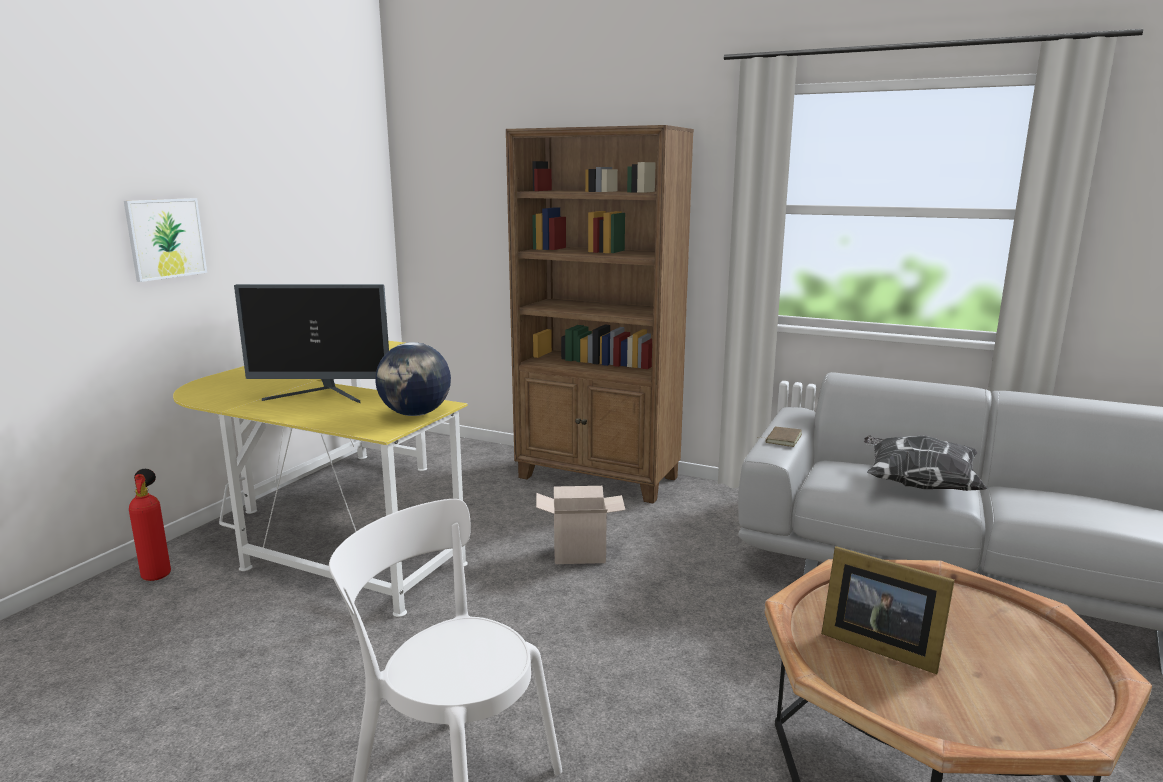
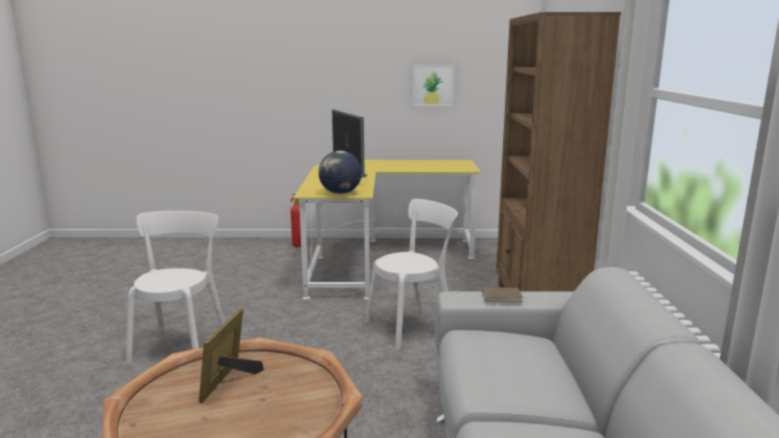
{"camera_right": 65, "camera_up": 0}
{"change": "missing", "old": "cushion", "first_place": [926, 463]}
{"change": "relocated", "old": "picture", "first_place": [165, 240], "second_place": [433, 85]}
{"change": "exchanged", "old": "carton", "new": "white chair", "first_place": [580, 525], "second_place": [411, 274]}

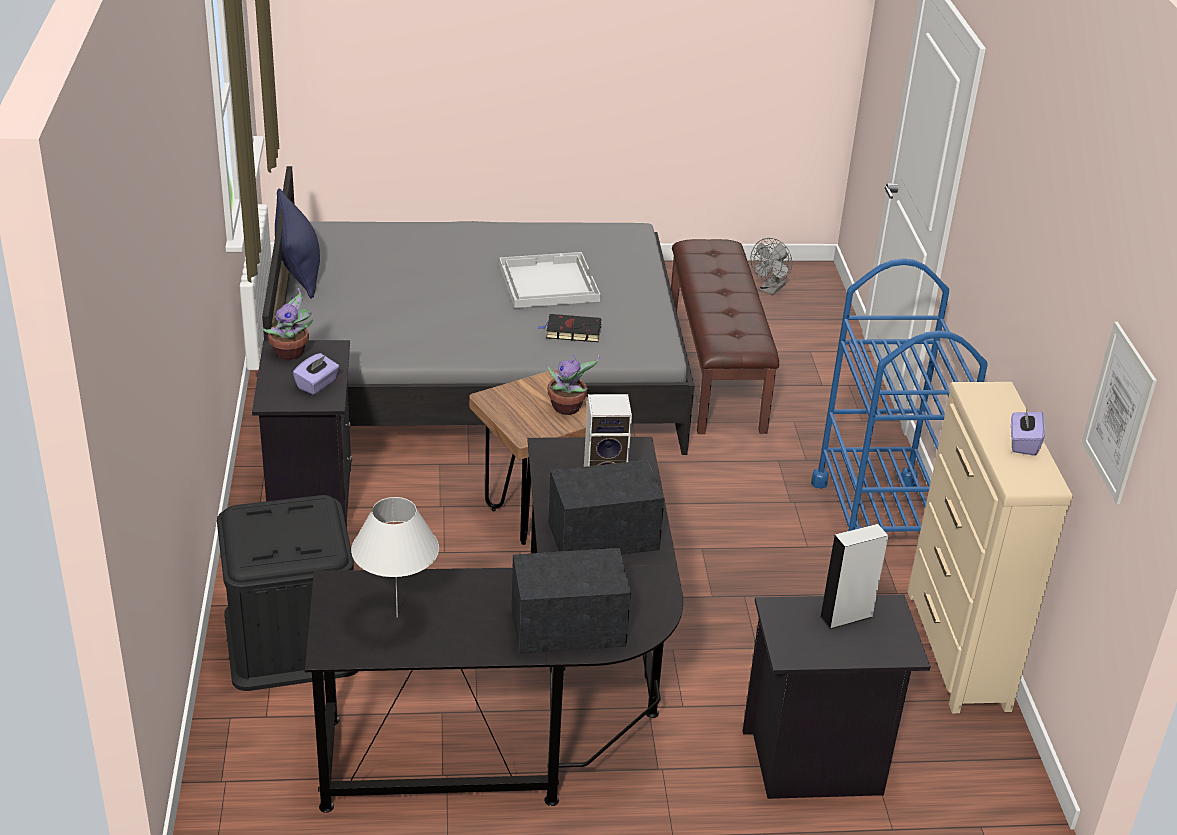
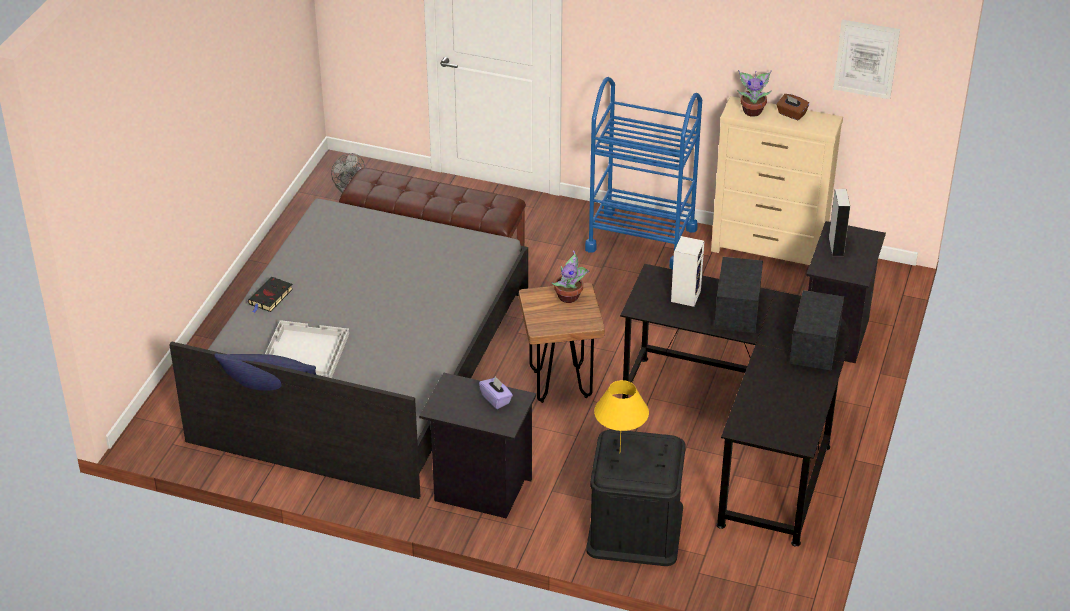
{"camera_right": -65, "camera_up": 5}
{"change": "missing", "old": "white table lamp", "first_place": [395, 557]}
{"change": "appeared", "new": "yellow-coloured table lamp", "second_place": [621, 414]}
{"change": "relocated", "old": "potted plant", "first_place": [287, 324], "second_place": [754, 93]}
{"change": "relocated", "old": "white serving tray", "first_place": [549, 280], "second_place": [307, 349]}
{"change": "relocated", "old": "black book", "first_place": [569, 328], "second_place": [270, 295]}
{"change": "colour", "old": "purple tissue box", "new": "brown tissue box", "first_place": [1028, 431], "second_place": [793, 107]}

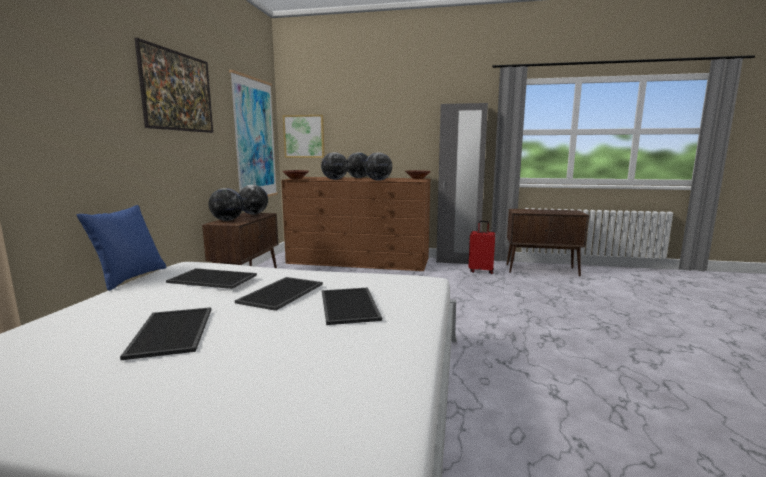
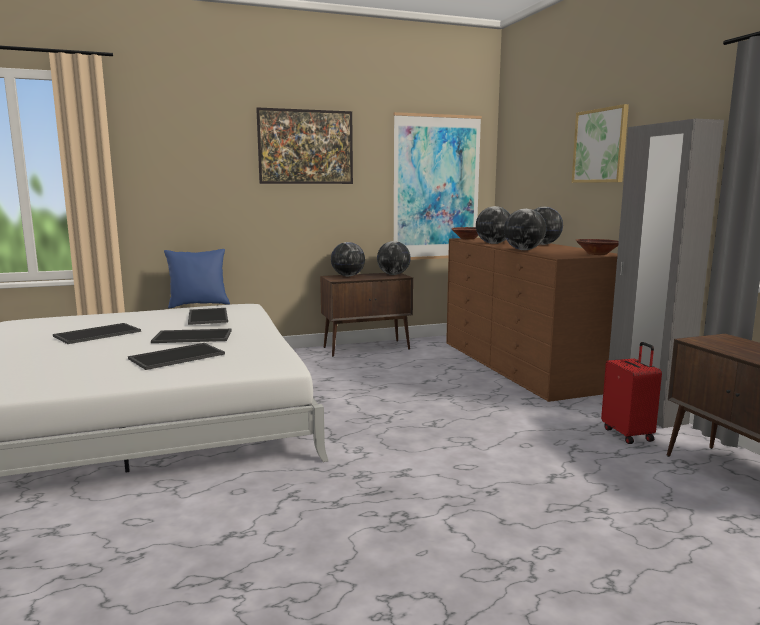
{"camera_right": 60, "camera_up": 0}
{"change": "relocated", "old": "picture", "first_place": [304, 136], "second_place": [600, 143]}

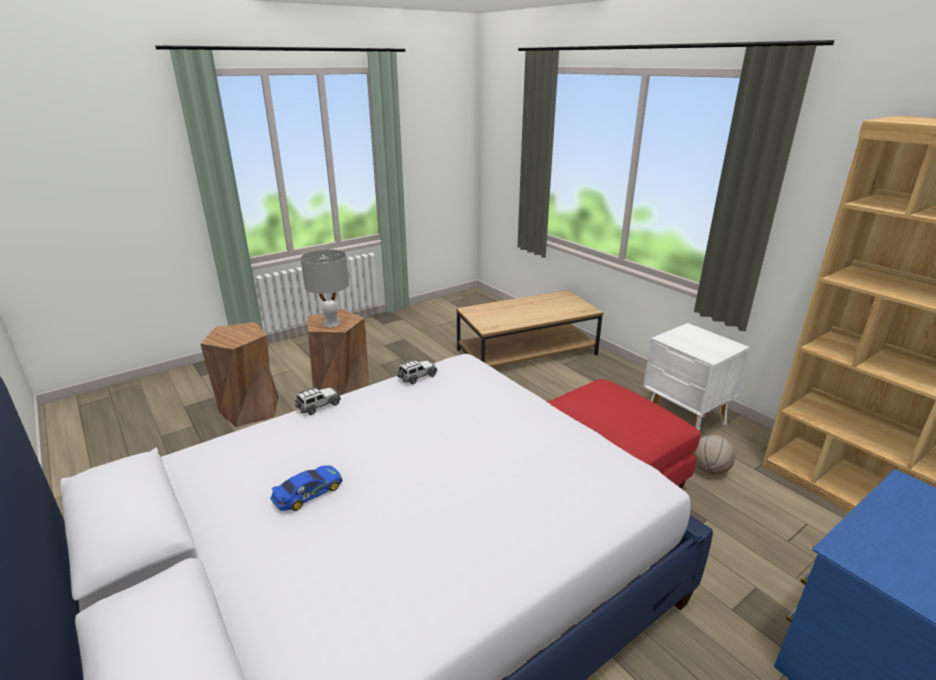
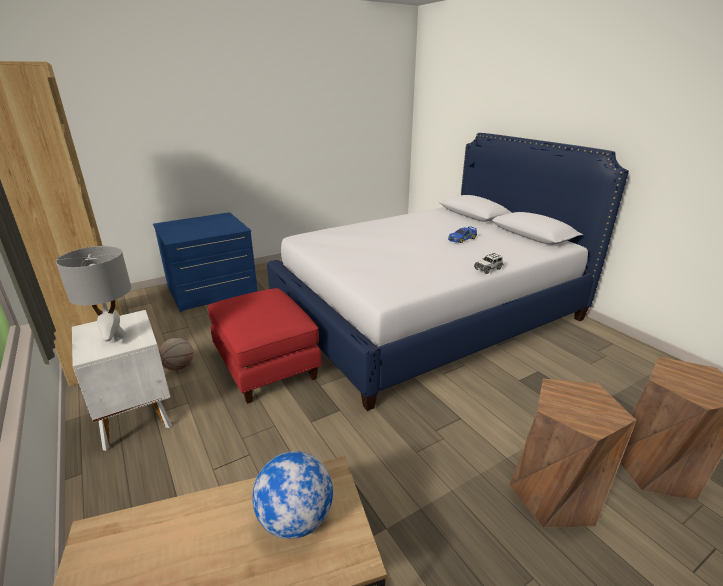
{"camera_right": -175, "camera_up": 0}
{"change": "missing", "old": "toy car", "first_place": [417, 371]}
{"change": "appeared", "new": "desk globe", "second_place": [292, 495]}
{"change": "relocated", "old": "grey table lamp", "first_place": [324, 288], "second_place": [93, 294]}

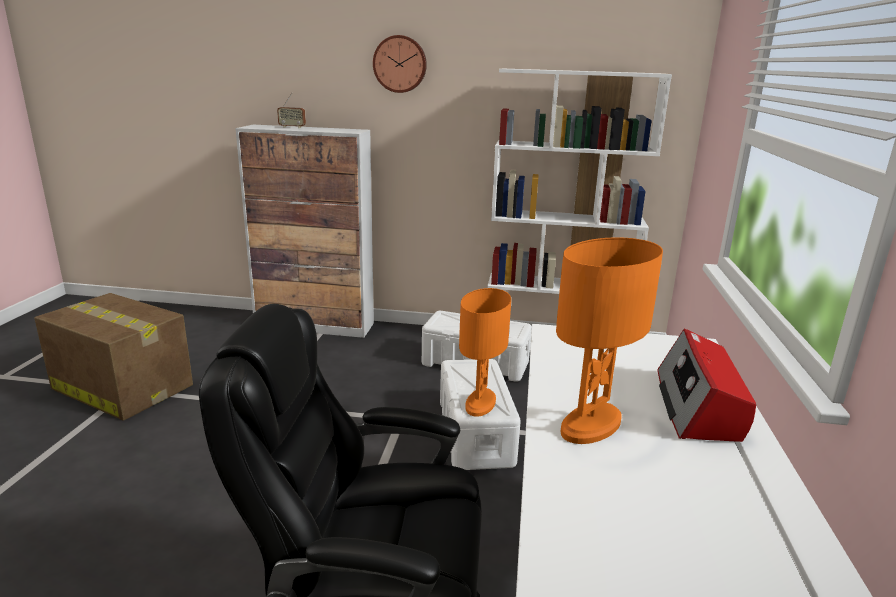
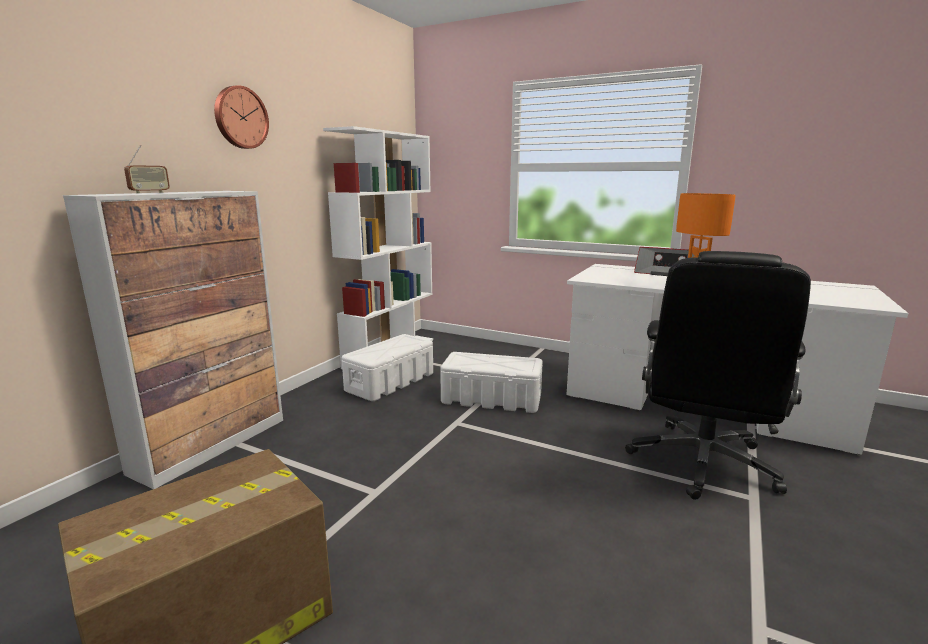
{"camera_right": -70, "camera_up": -5}
{"change": "missing", "old": "orange table lamp", "first_place": [485, 352]}

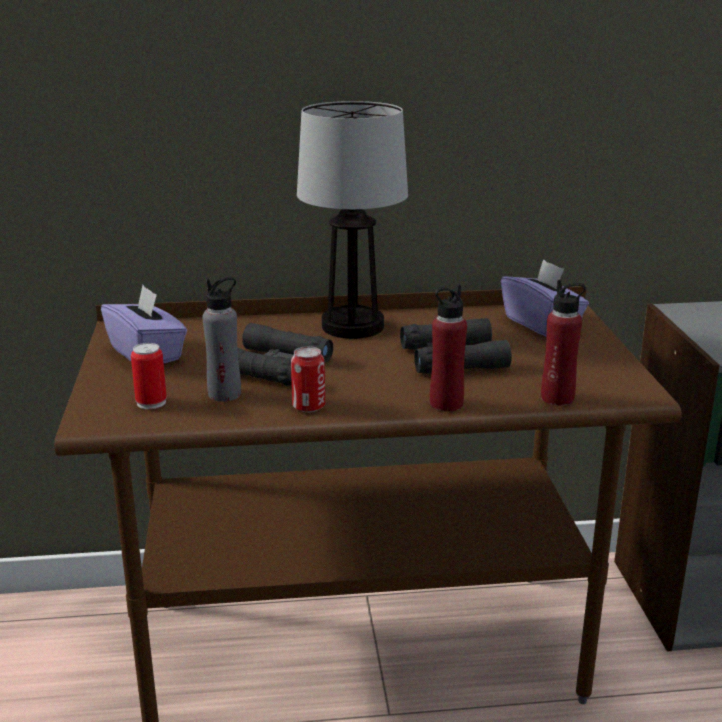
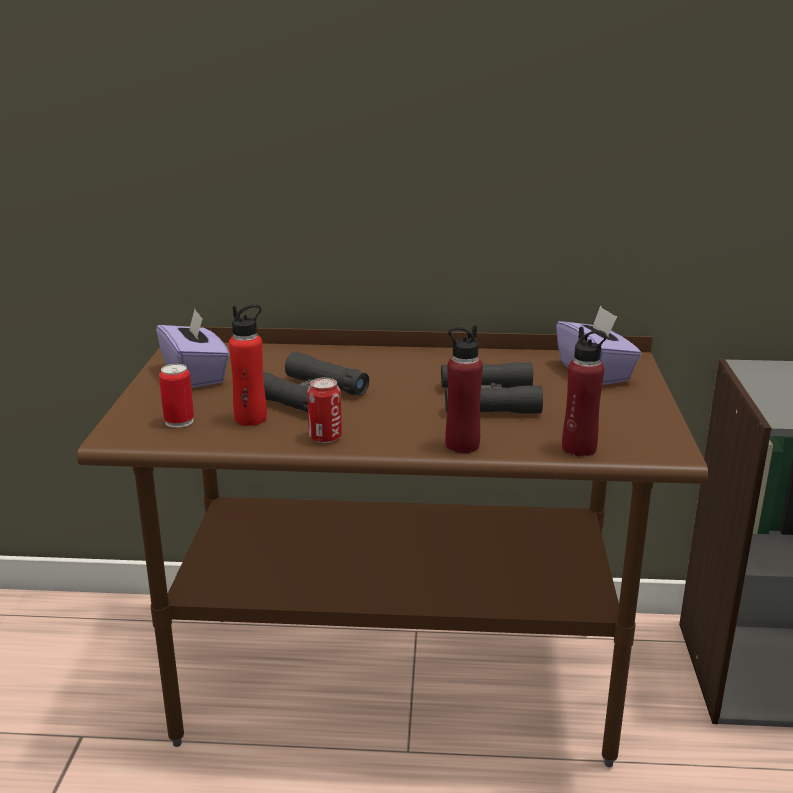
{"camera_right": 10, "camera_up": 0}
{"change": "missing", "old": "table lamp", "first_place": [352, 220]}
{"change": "colour", "old": "grey drink bottle", "new": "red drink bottle", "first_place": [222, 339], "second_place": [248, 365]}

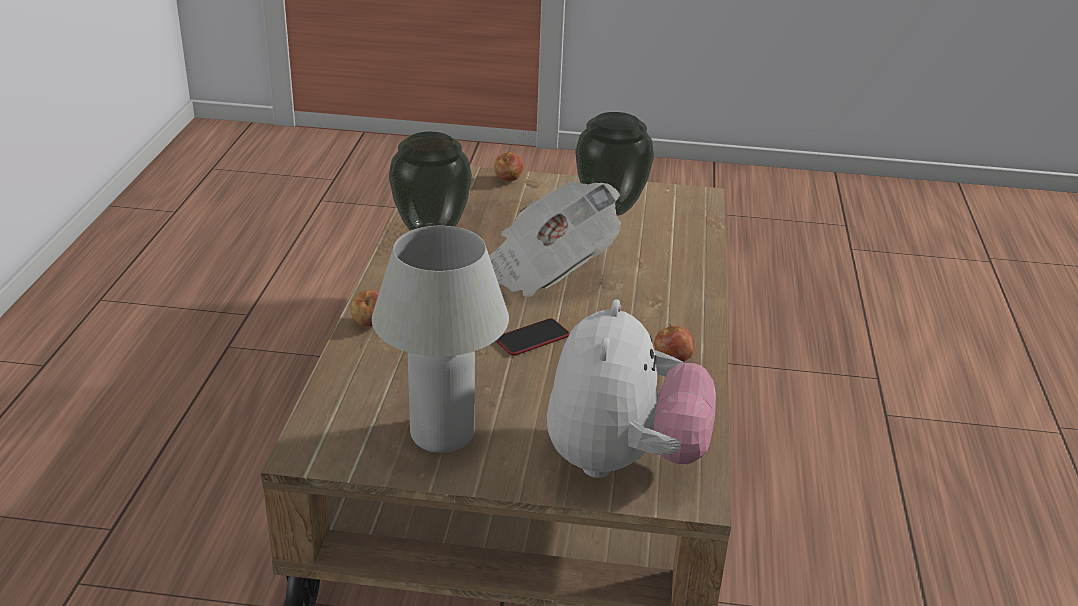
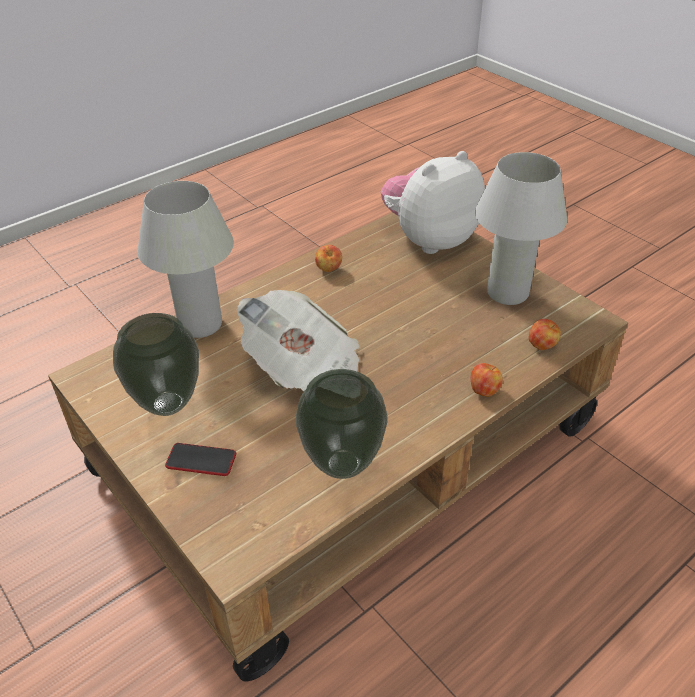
{"camera_right": -135, "camera_up": 10}
{"change": "appeared", "new": "white table lamp", "second_place": [185, 259]}
{"change": "relocated", "old": "apple", "first_place": [508, 166], "second_place": [545, 334]}
{"change": "relocated", "old": "phone", "first_place": [533, 337], "second_place": [200, 459]}

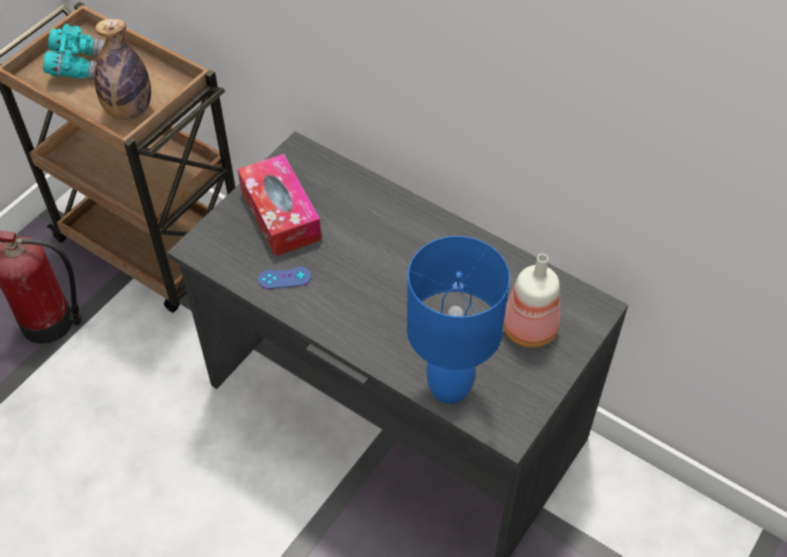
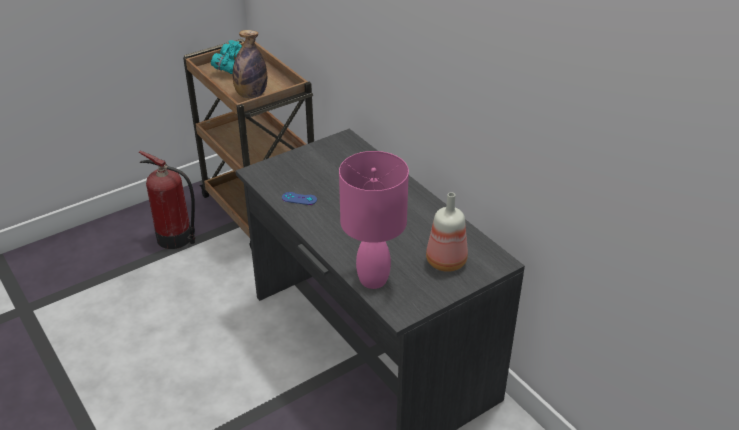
{"camera_right": 20, "camera_up": -15}
{"change": "missing", "old": "tissue box", "first_place": [279, 205]}
{"change": "colour", "old": "blue table lamp", "new": "pinkish table lamp", "first_place": [458, 320], "second_place": [374, 220]}

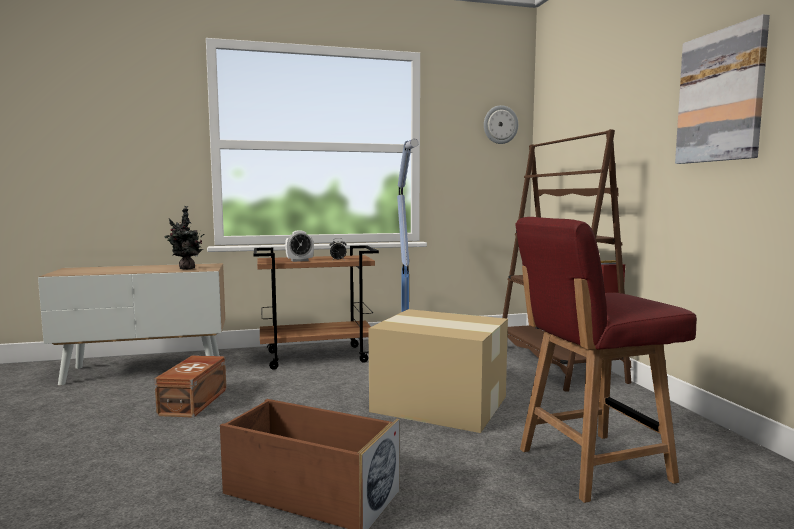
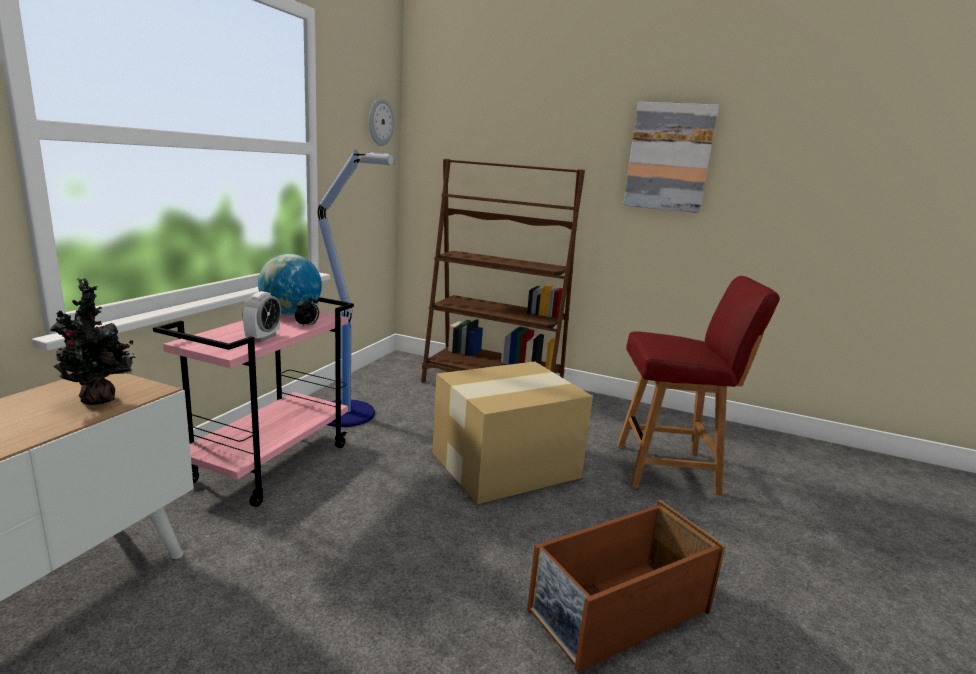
{"camera_right": -55, "camera_up": 10}
{"change": "missing", "old": "brown storage container", "first_place": [190, 386]}
{"change": "appeared", "new": "desk globe", "second_place": [290, 284]}
{"change": "colour", "old": "brown trolley", "new": "pinkish trolley", "first_place": [316, 307], "second_place": [253, 402]}
{"change": "spun", "old": "red chair", "first_place": [606, 360], "second_place": [698, 385], "degrees": -105}

